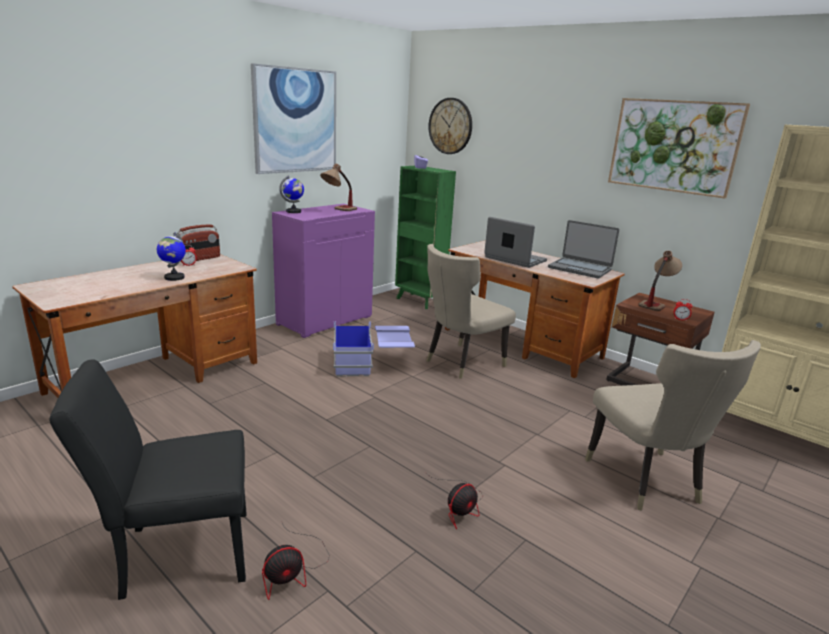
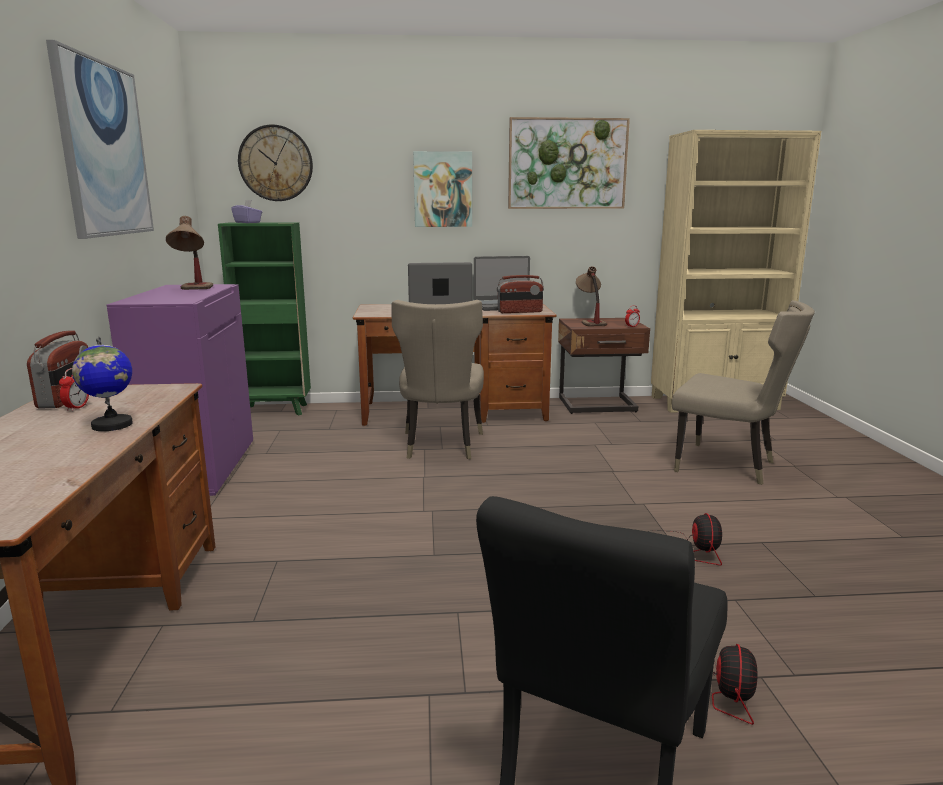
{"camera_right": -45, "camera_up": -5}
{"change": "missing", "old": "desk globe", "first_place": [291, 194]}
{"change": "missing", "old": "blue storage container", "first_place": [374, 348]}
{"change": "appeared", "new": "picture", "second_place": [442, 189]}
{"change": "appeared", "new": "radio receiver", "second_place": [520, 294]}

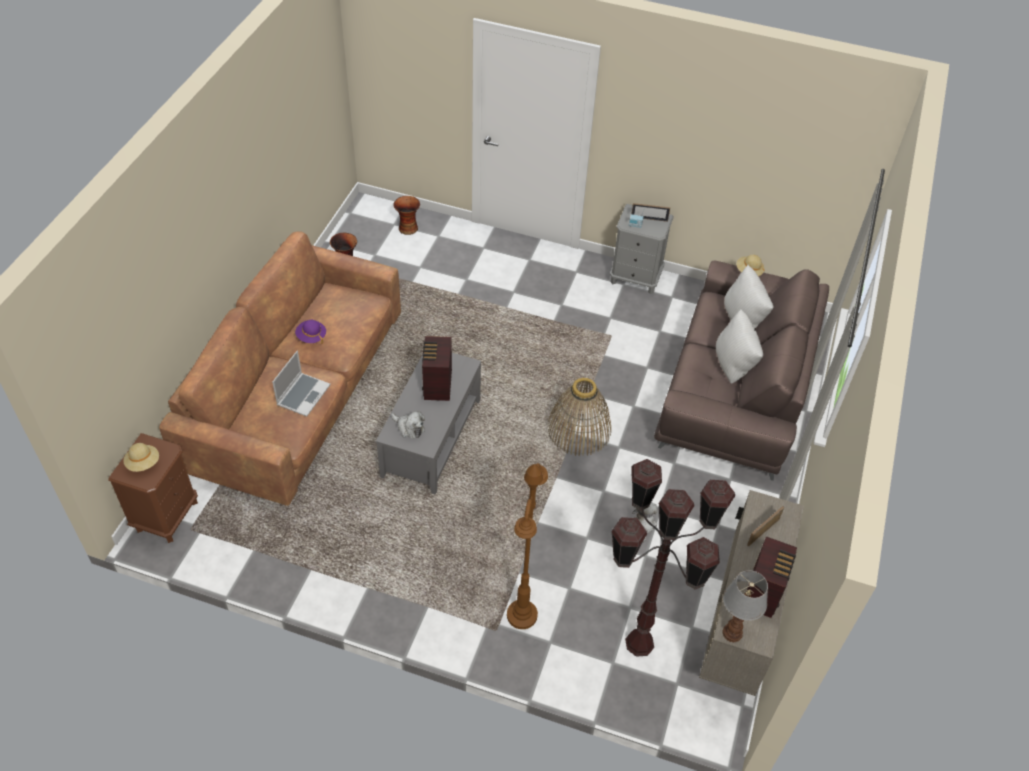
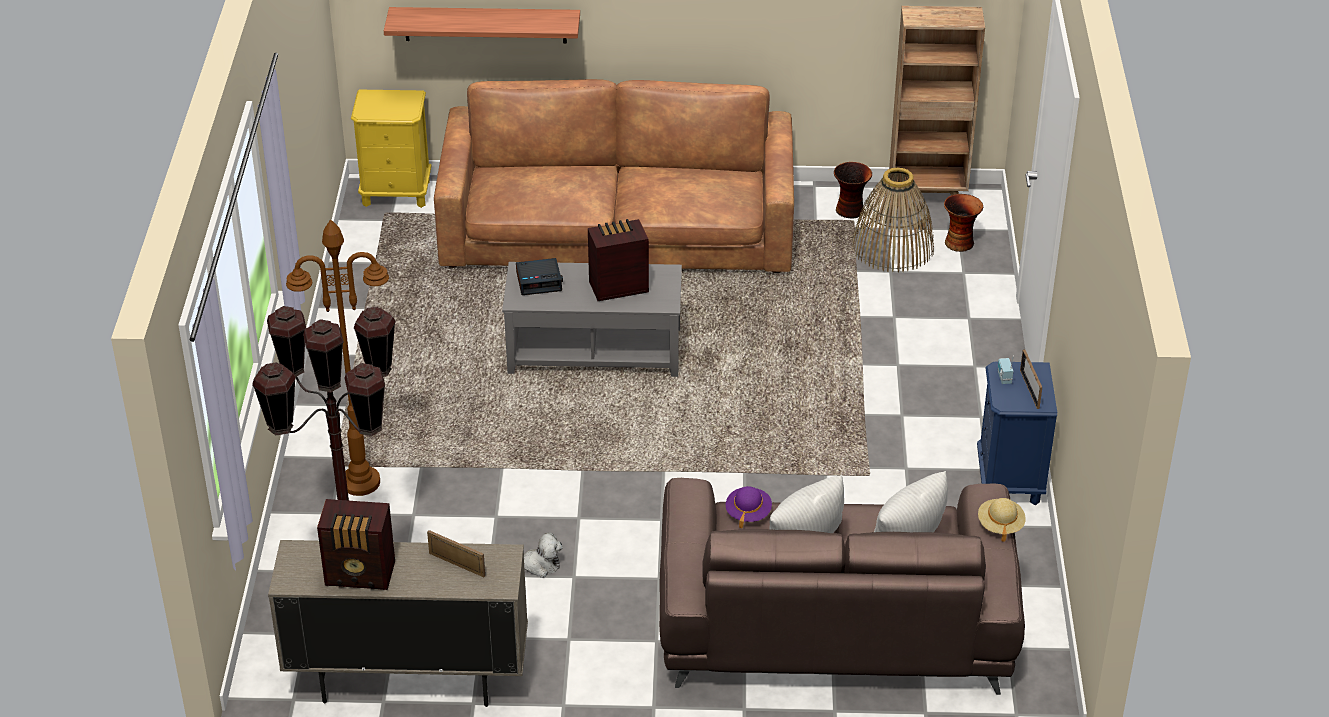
{"camera_right": 75, "camera_up": -10}
{"change": "missing", "old": "beige clothing hat", "first_place": [141, 457]}
{"change": "missing", "old": "portable computer", "first_place": [301, 383]}
{"change": "missing", "old": "table lamp", "first_place": [745, 606]}
{"change": "appeared", "new": "wall shelf", "second_place": [482, 25]}
{"change": "appeared", "new": "brown shelving unit", "second_place": [937, 105]}
{"change": "relocated", "old": "purple clothing hat", "first_place": [310, 332], "second_place": [749, 507]}
{"change": "relocated", "old": "storage basket", "first_place": [579, 417], "second_place": [893, 219]}
{"change": "exchanged", "old": "plush toy", "new": "bedside clock", "first_place": [408, 425], "second_place": [539, 276]}
{"change": "colour", "old": "brown bedside table", "new": "yellow-coloured bedside table", "first_place": [153, 488], "second_place": [391, 149]}
{"change": "colour", "old": "grey bedside table", "new": "blue bedside table", "first_place": [642, 249], "second_place": [1017, 433]}

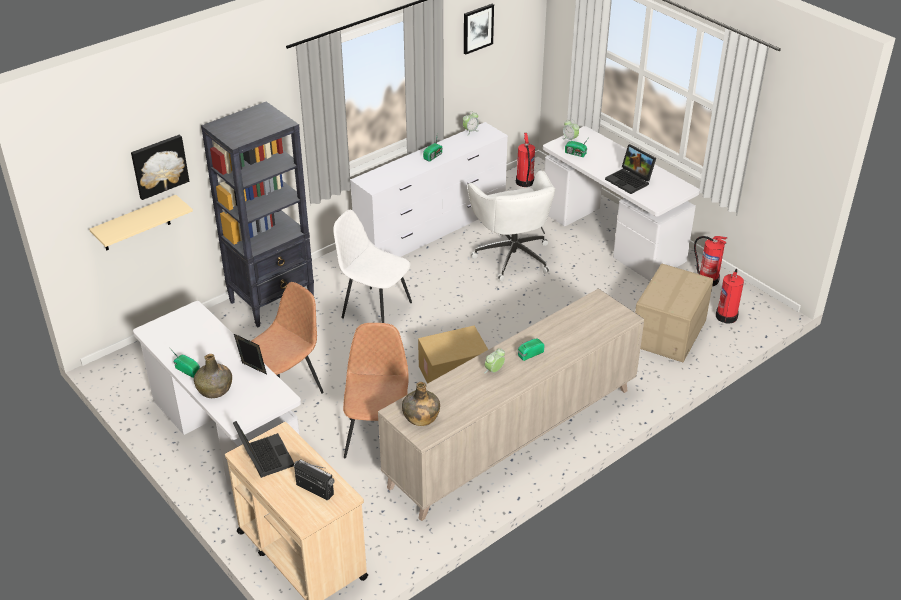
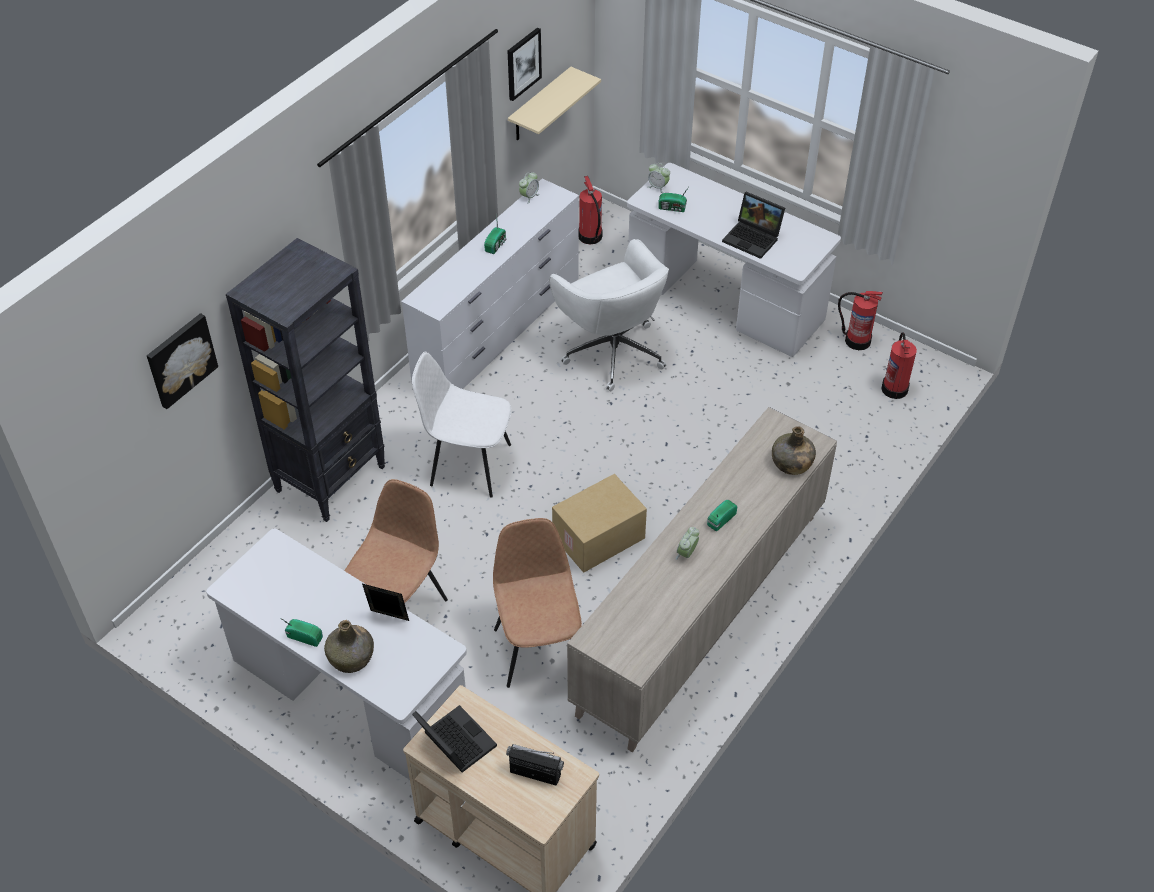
{"camera_right": -15, "camera_up": 10}
{"change": "missing", "old": "carton", "first_place": [674, 313]}
{"change": "relocated", "old": "beige wall shelf", "first_place": [141, 223], "second_place": [554, 104]}
{"change": "relocated", "old": "greenish drink bottle", "first_place": [421, 404], "second_place": [794, 450]}

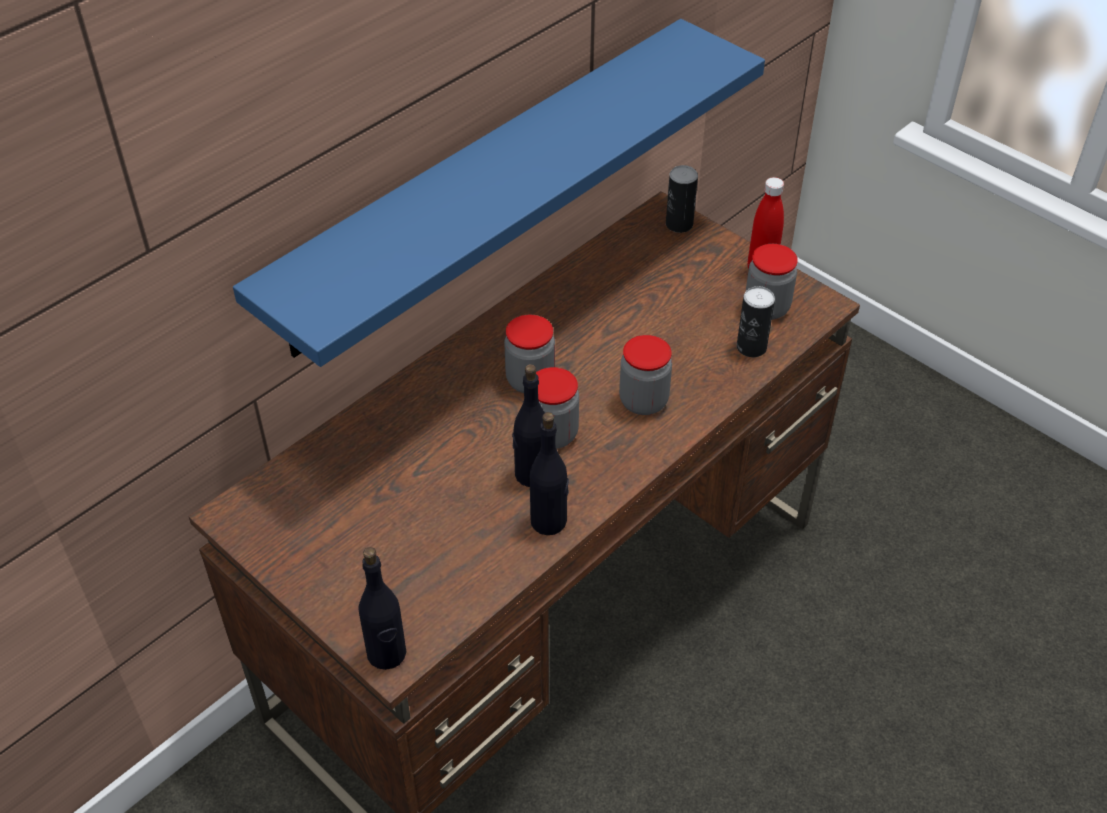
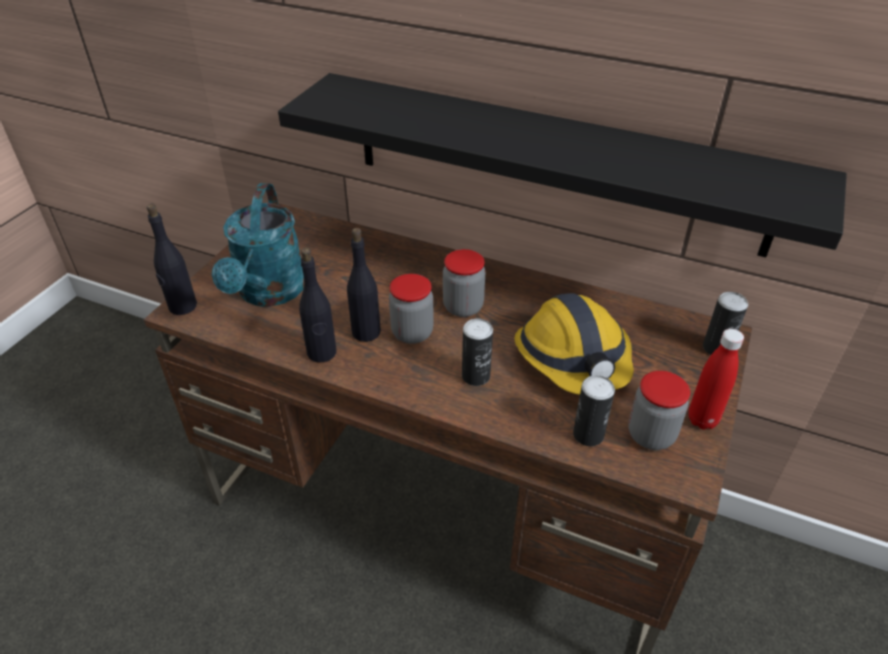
{"camera_right": 70, "camera_up": -5}
{"change": "appeared", "new": "turquoise watering pot", "second_place": [258, 245]}
{"change": "appeared", "new": "hard hat", "second_place": [574, 344]}
{"change": "exchanged", "old": "jar", "new": "sealed can", "first_place": [645, 375], "second_place": [477, 352]}
{"change": "colour", "old": "blue wall shelf", "new": "black wall shelf", "first_place": [499, 193], "second_place": [562, 165]}

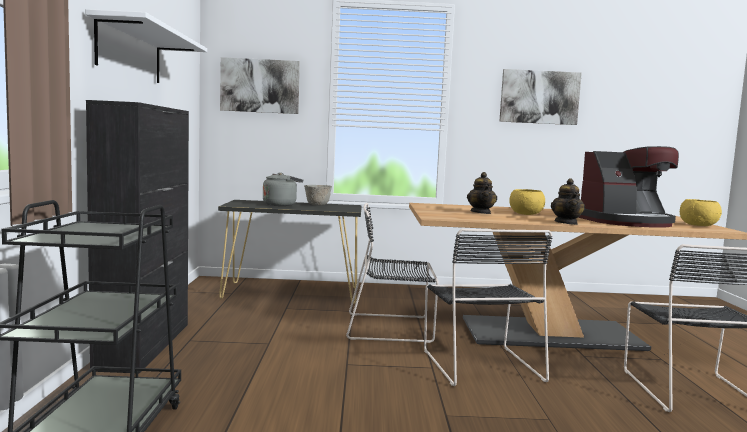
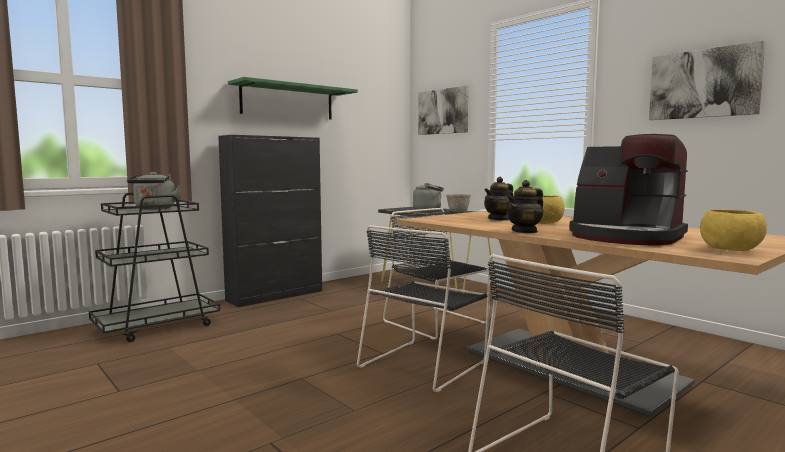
{"camera_right": 50, "camera_up": 0}
{"change": "appeared", "new": "grey kettle", "second_place": [154, 191]}
{"change": "colour", "old": "white wall shelf", "new": "greenish wall shelf", "first_place": [146, 46], "second_place": [293, 98]}

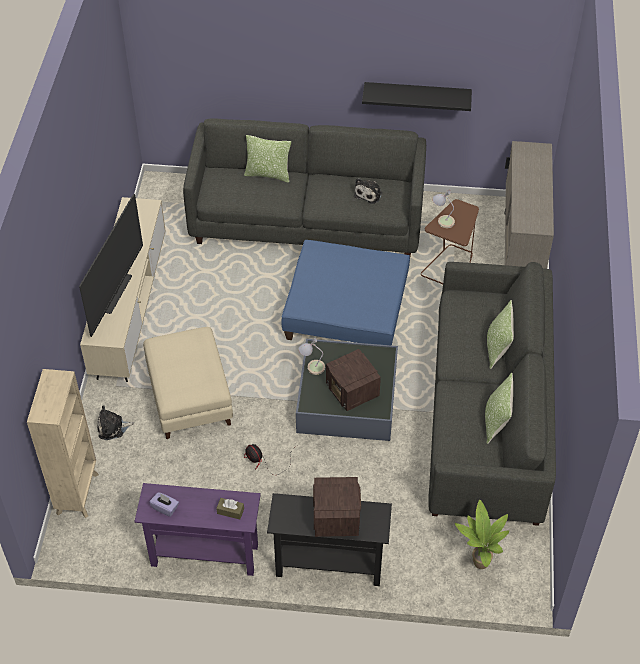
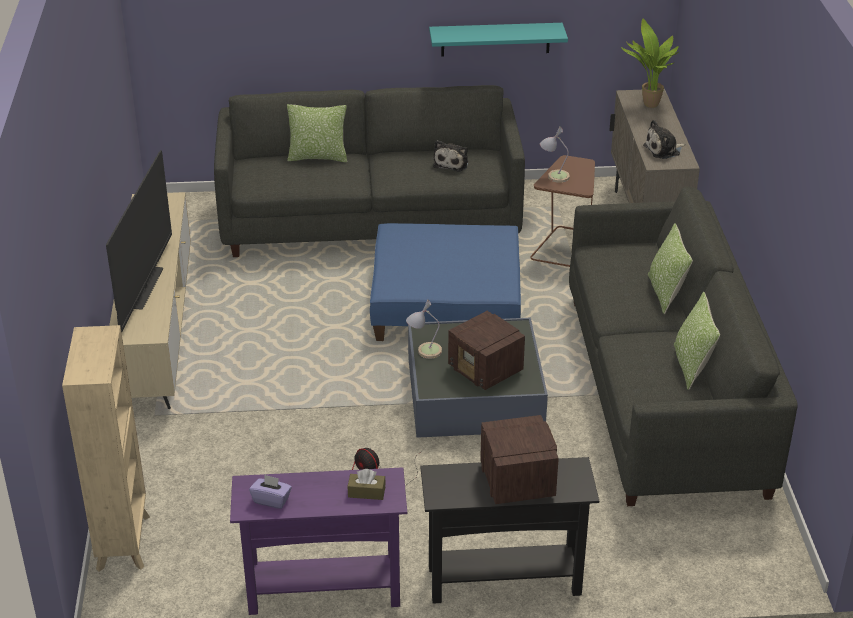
{"camera_right": -10, "camera_up": -15}
{"change": "missing", "old": "beige pouffe", "first_place": [188, 383]}
{"change": "relocated", "old": "plush toy", "first_place": [115, 422], "second_place": [664, 139]}
{"change": "relocated", "old": "potted plant", "first_place": [482, 534], "second_place": [649, 63]}
{"change": "colour", "old": "black wall shelf", "new": "turquoise wall shelf", "first_place": [417, 96], "second_place": [498, 40]}

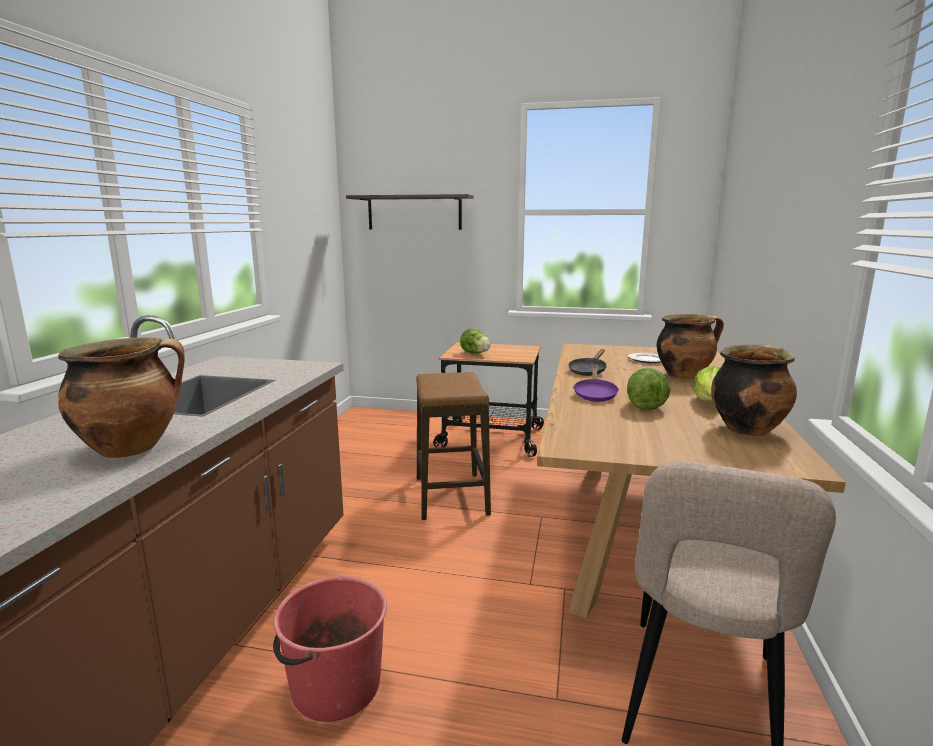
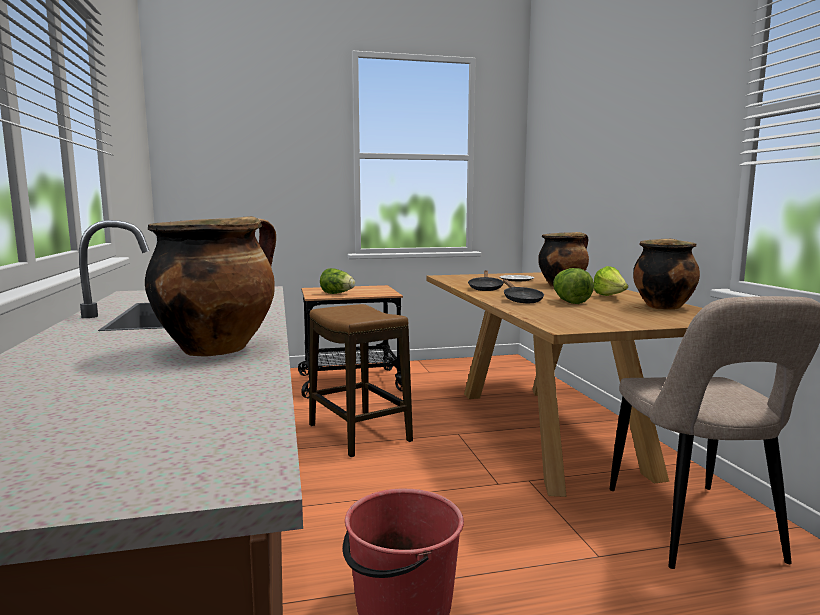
{"camera_right": -25, "camera_up": -5}
{"change": "missing", "old": "wall shelf", "first_place": [410, 212]}
{"change": "colour", "old": "purple pan", "new": "black pan", "first_place": [596, 384], "second_place": [523, 291]}

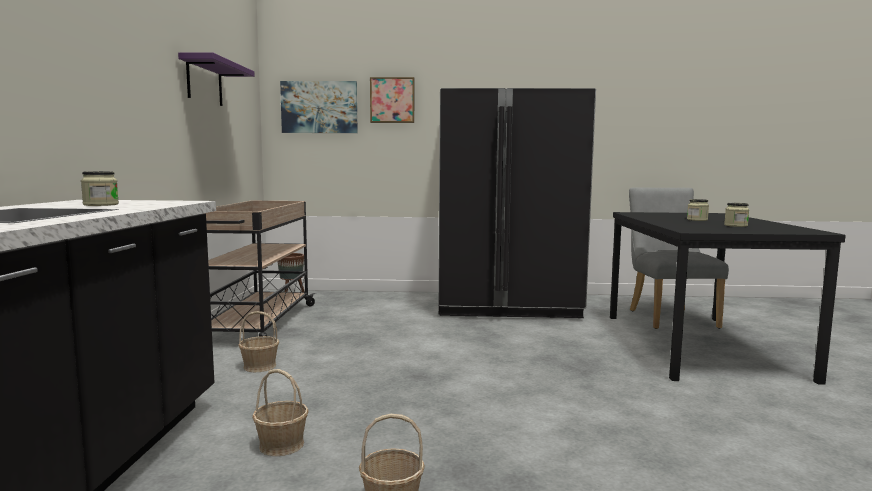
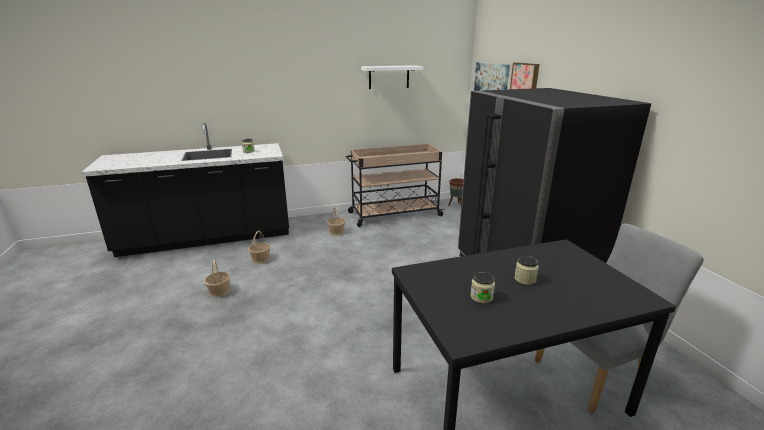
{"camera_right": 70, "camera_up": 15}
{"change": "colour", "old": "purple wall shelf", "new": "white wall shelf", "first_place": [216, 79], "second_place": [392, 77]}

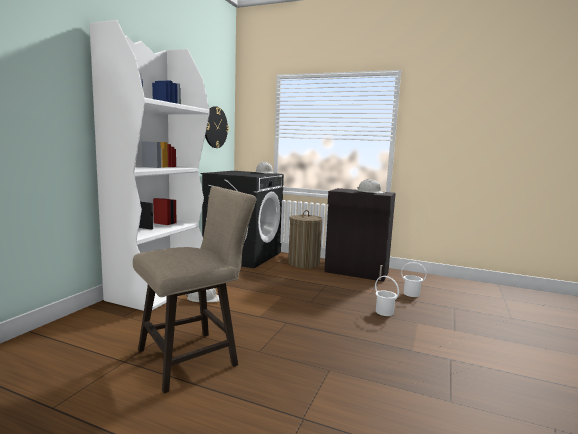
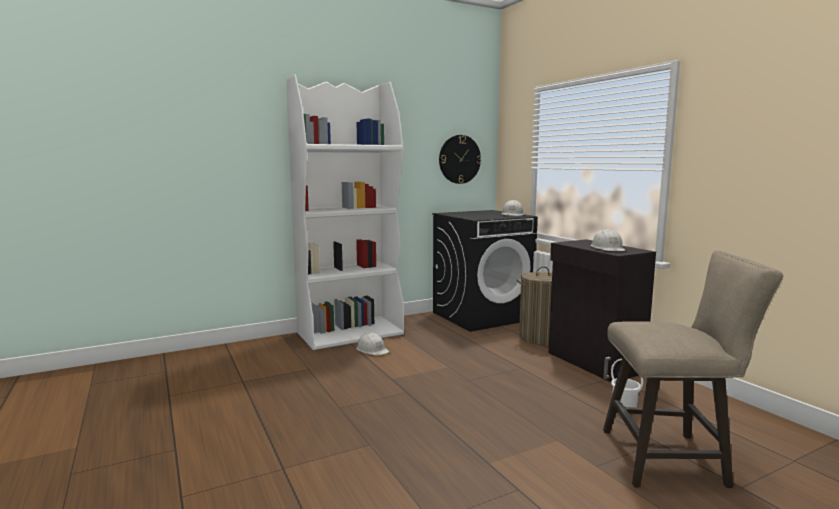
{"camera_right": 40, "camera_up": 0}
{"change": "missing", "old": "white water bucket", "first_place": [387, 296]}
{"change": "relocated", "old": "beige stool seat", "first_place": [195, 289], "second_place": [693, 369]}

